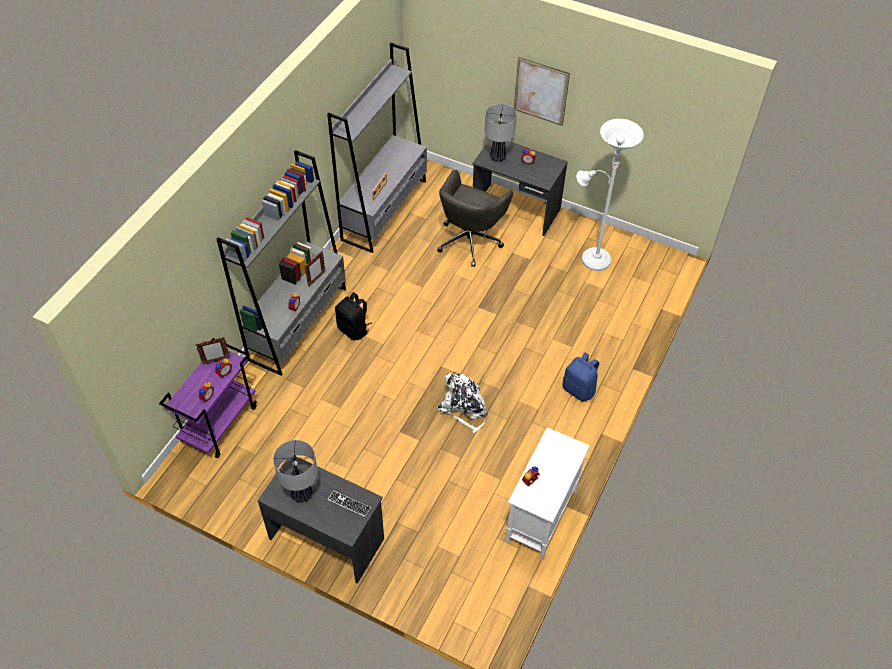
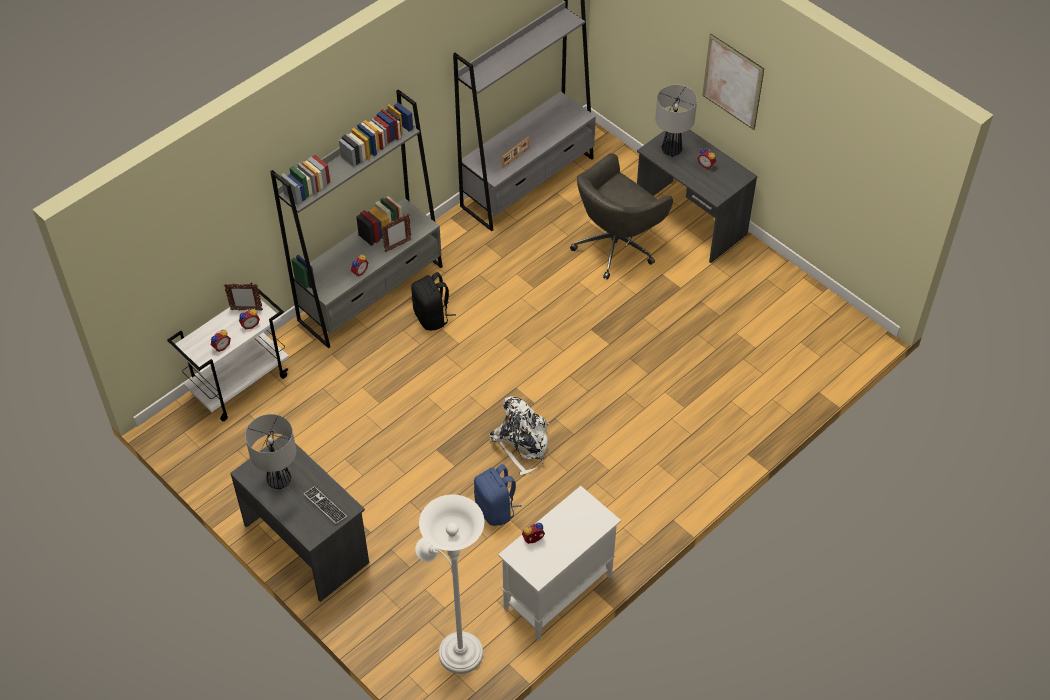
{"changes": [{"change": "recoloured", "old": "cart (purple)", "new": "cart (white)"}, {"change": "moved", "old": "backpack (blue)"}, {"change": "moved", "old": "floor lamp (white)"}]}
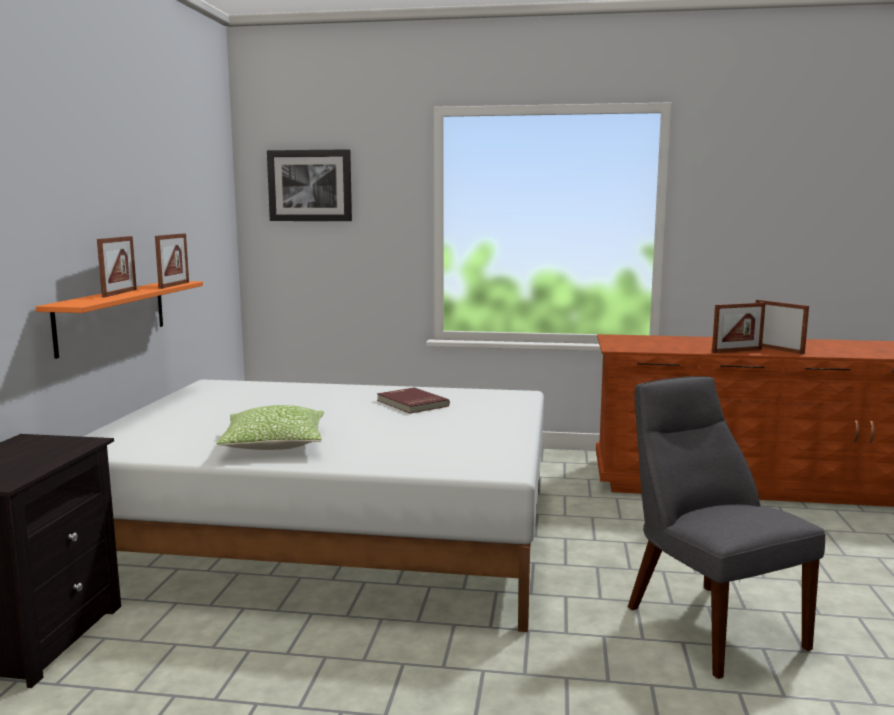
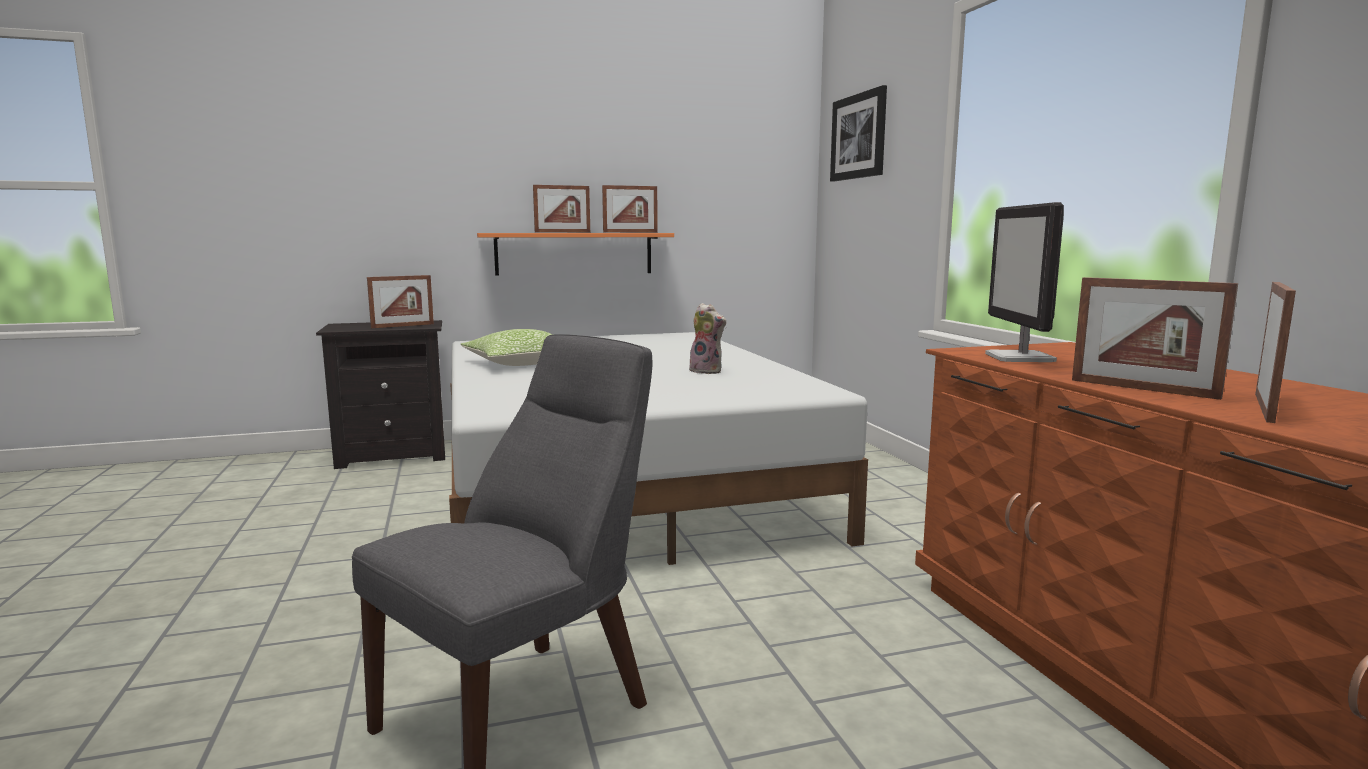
{"changes": [{"change": "replaced", "old": "book (red)", "new": "plush toy"}, {"change": "added", "new": "picture frame (1st from left)"}, {"change": "added", "new": "monitor"}]}
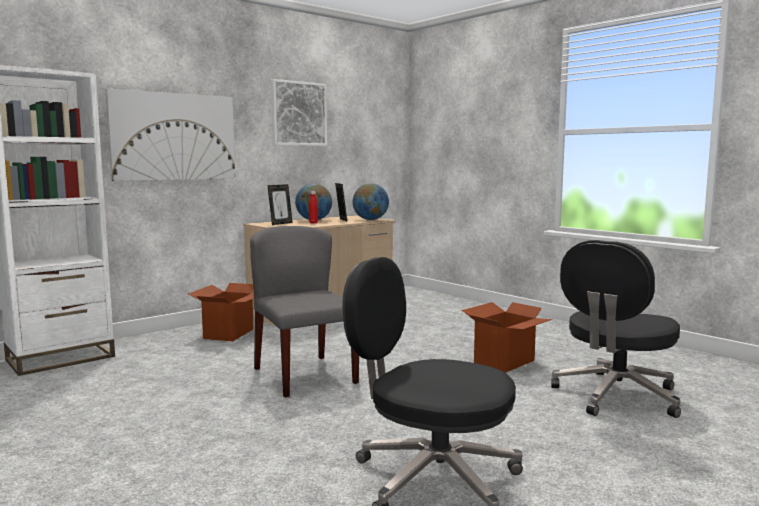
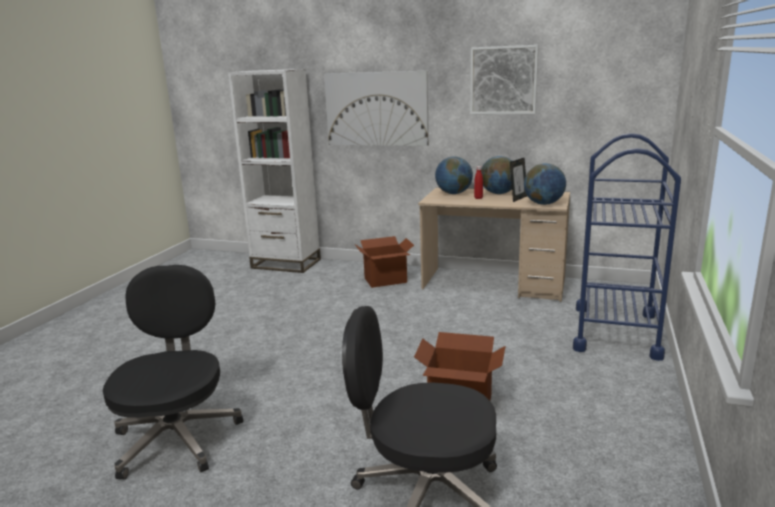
{"changes": [{"change": "removed", "old": "chair (grey)"}, {"change": "replaced", "old": "picture frame (1st from left)", "new": "globe (1st from left)"}, {"change": "added", "new": "cart (blue)"}]}
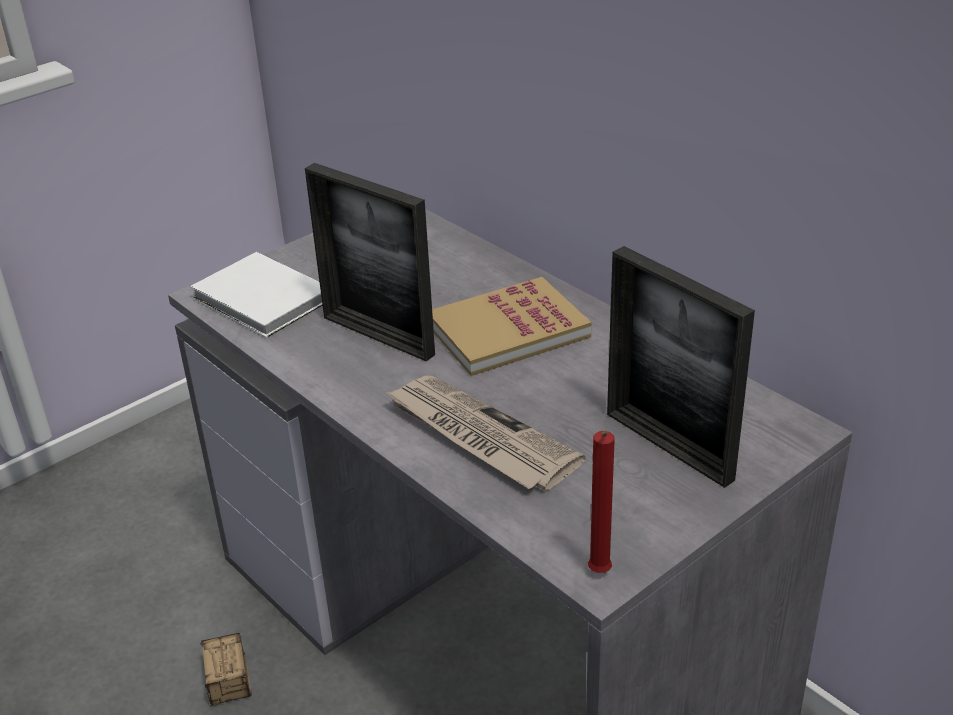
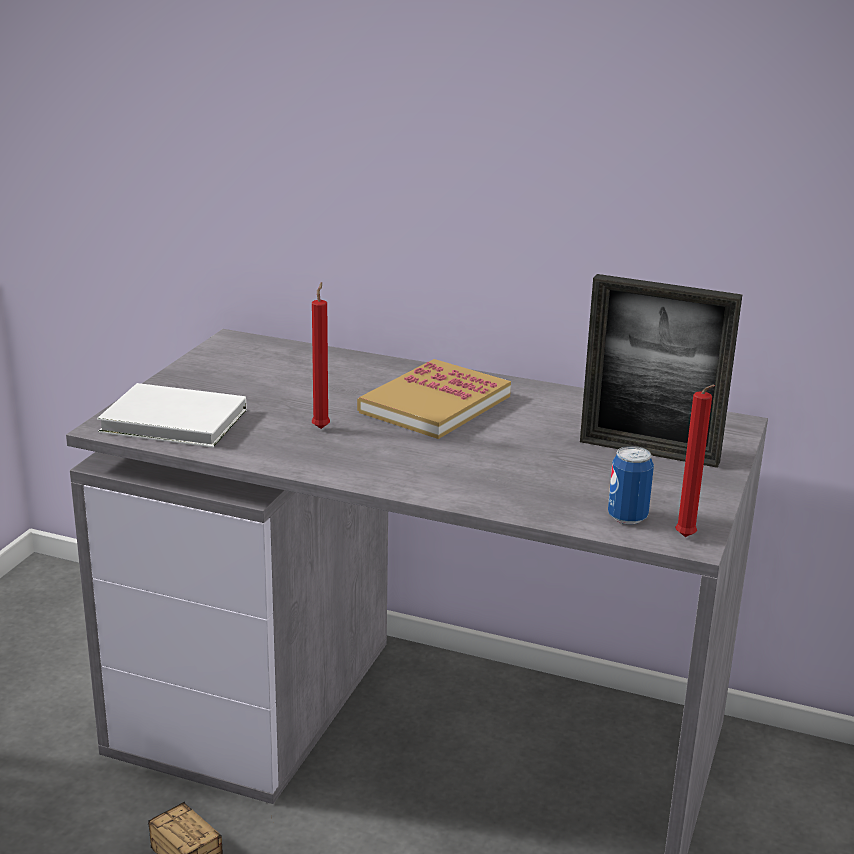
{"changes": [{"change": "replaced", "old": "picture frame (1st from left)", "new": "candle (red) (1st from left)"}, {"change": "removed", "old": "newspaper"}, {"change": "added", "new": "can"}]}
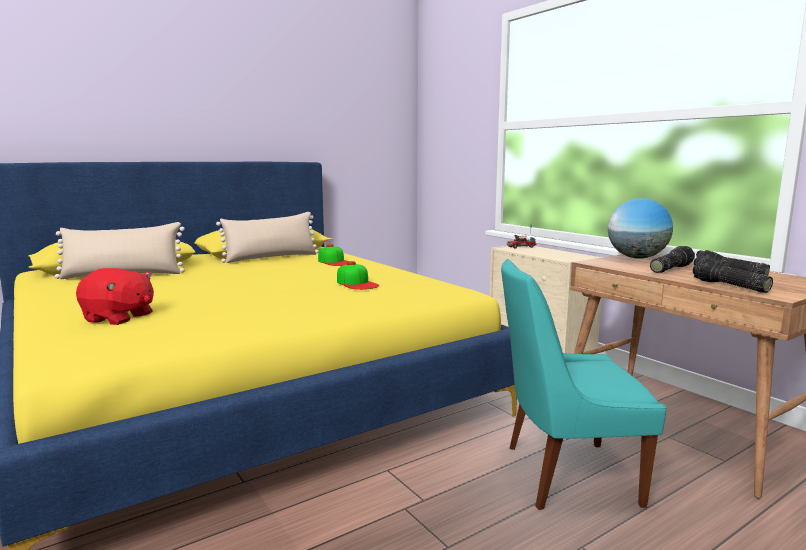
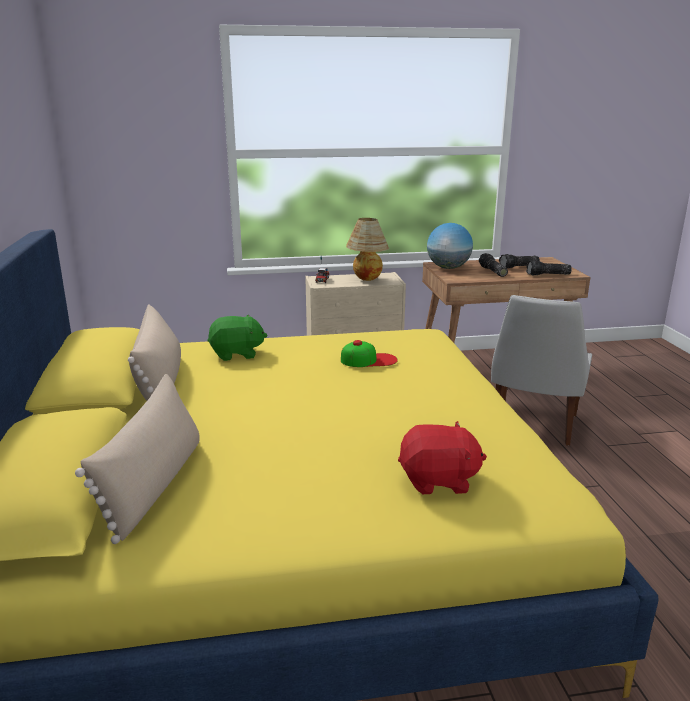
{"changes": [{"change": "turned", "old": "plush toy (red)", "degrees": 45}, {"change": "replaced", "old": "cap (1st from left)", "new": "plush toy (green)"}, {"change": "recoloured", "old": "chair (turquoise)", "new": "chair (white)"}, {"change": "added", "new": "table lamp"}]}
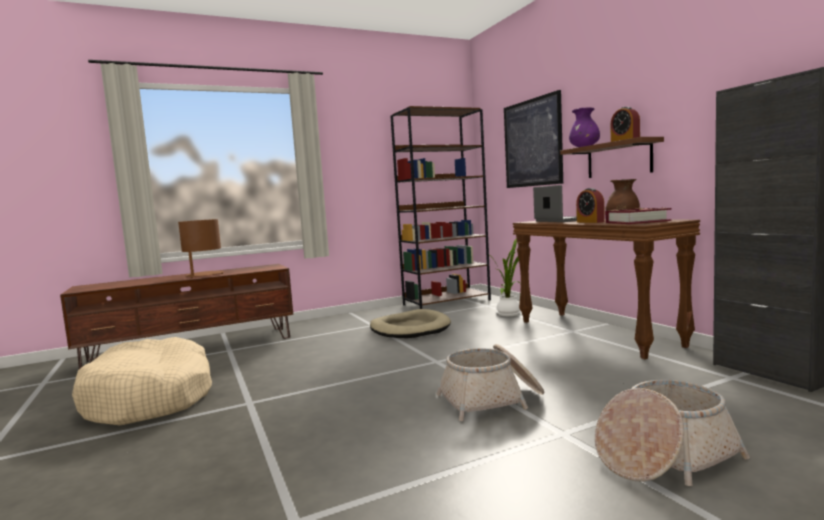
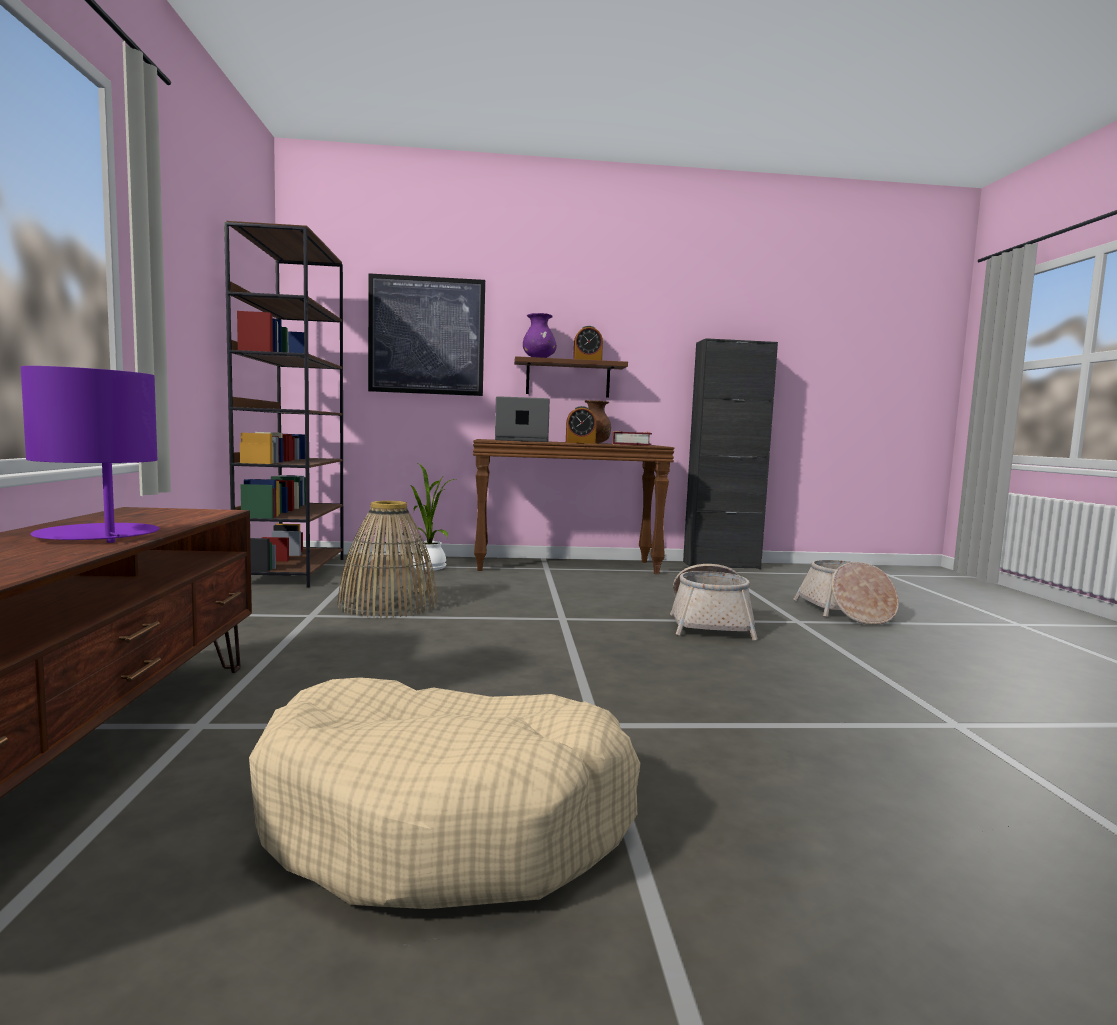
{"changes": [{"change": "recoloured", "old": "table lamp (brown)", "new": "table lamp (purple)"}, {"change": "replaced", "old": "dog bed (beige) (2nd from left)", "new": "basket (1st from left)"}]}
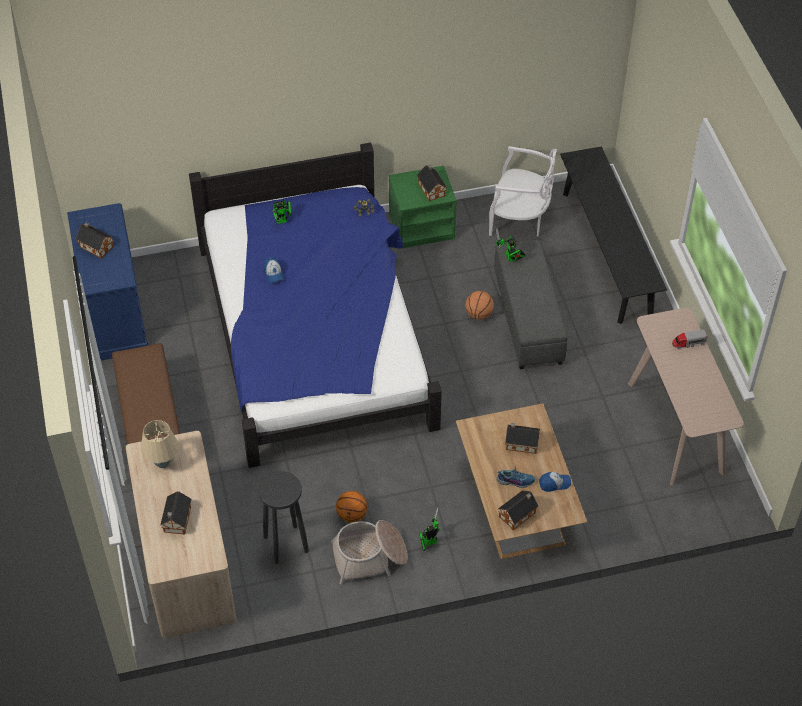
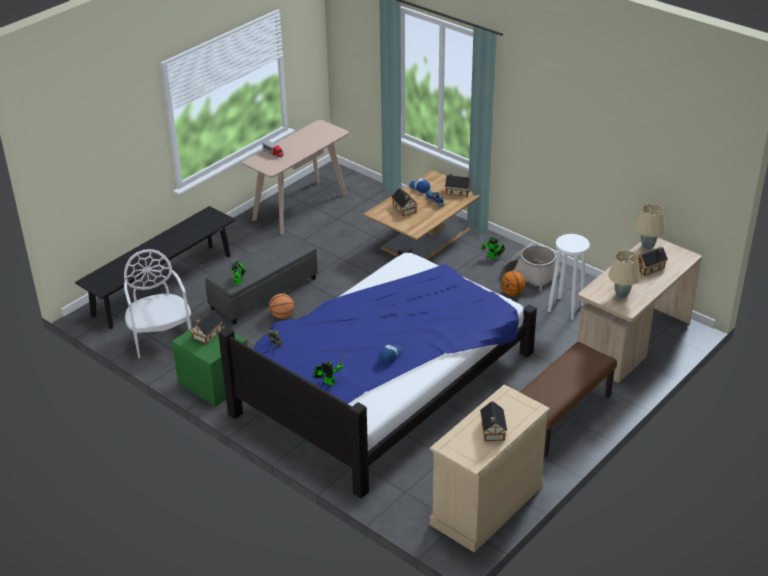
{"changes": [{"change": "recoloured", "old": "dresser (blue)", "new": "dresser (beige)"}, {"change": "recoloured", "old": "stool (black)", "new": "stool (white)"}, {"change": "added", "new": "table lamp (beige) (2nd from left)"}]}
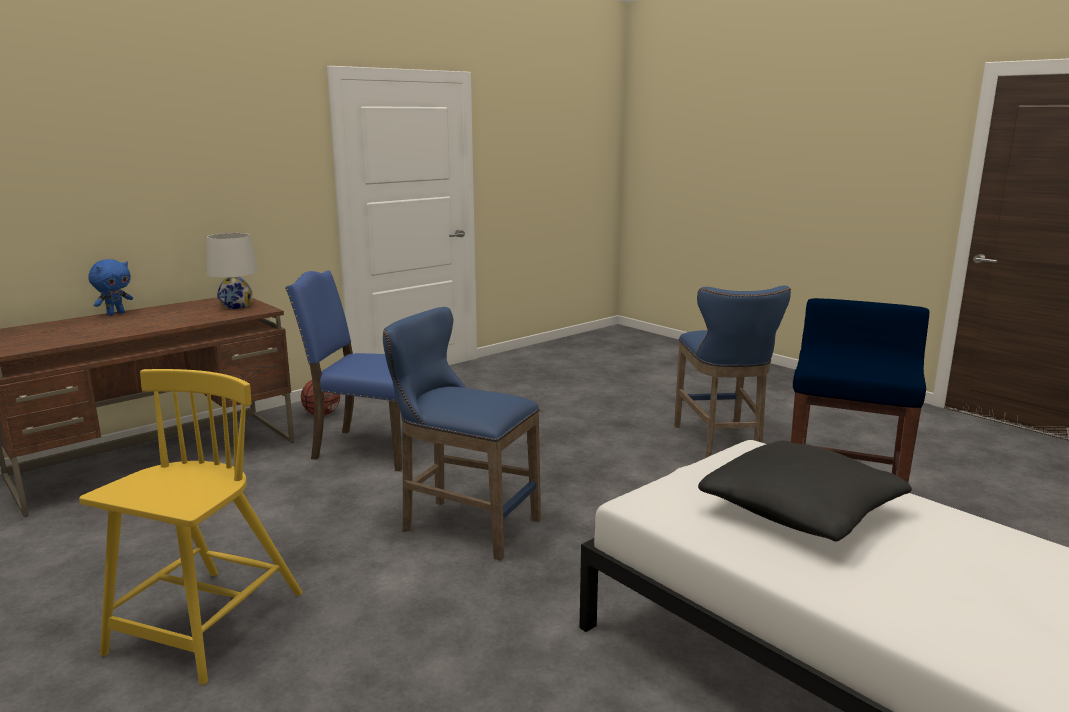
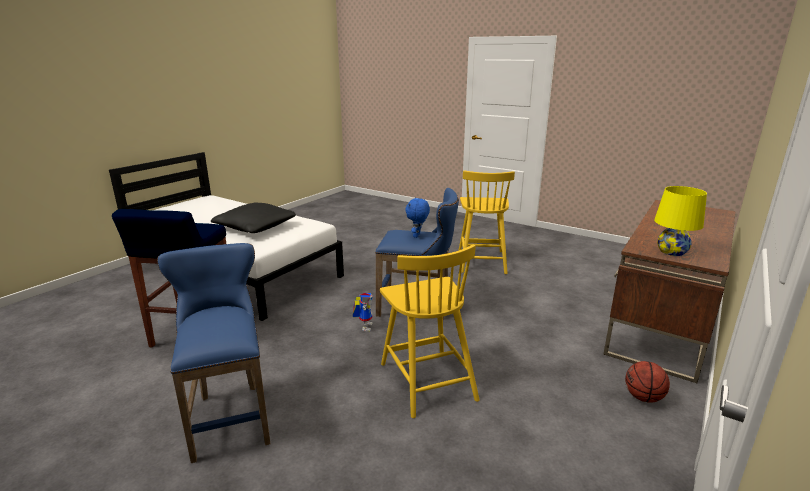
{"changes": [{"change": "moved", "old": "plush toy (blue)"}, {"change": "recoloured", "old": "table lamp (white)", "new": "table lamp (yellow)"}, {"change": "removed", "old": "chair (blue)"}, {"change": "added", "new": "toy robot"}, {"change": "added", "new": "chair (yellow) (1st from left)"}]}
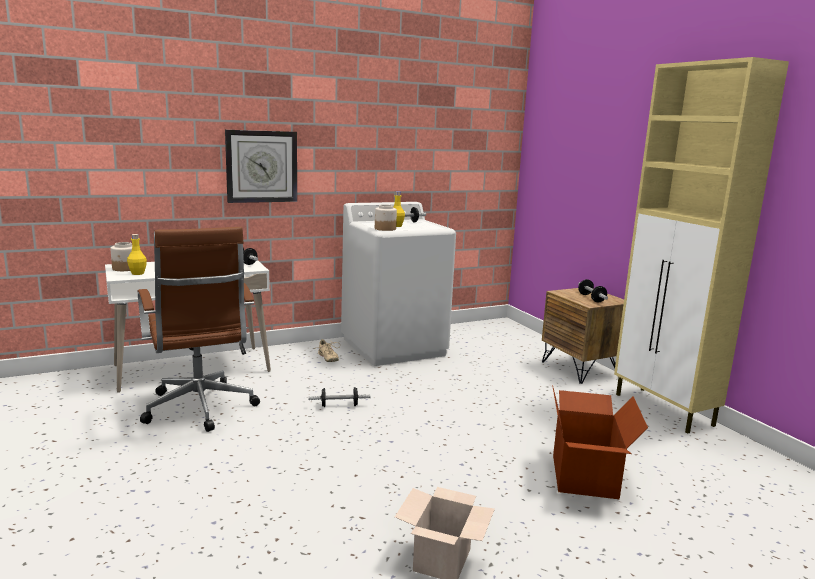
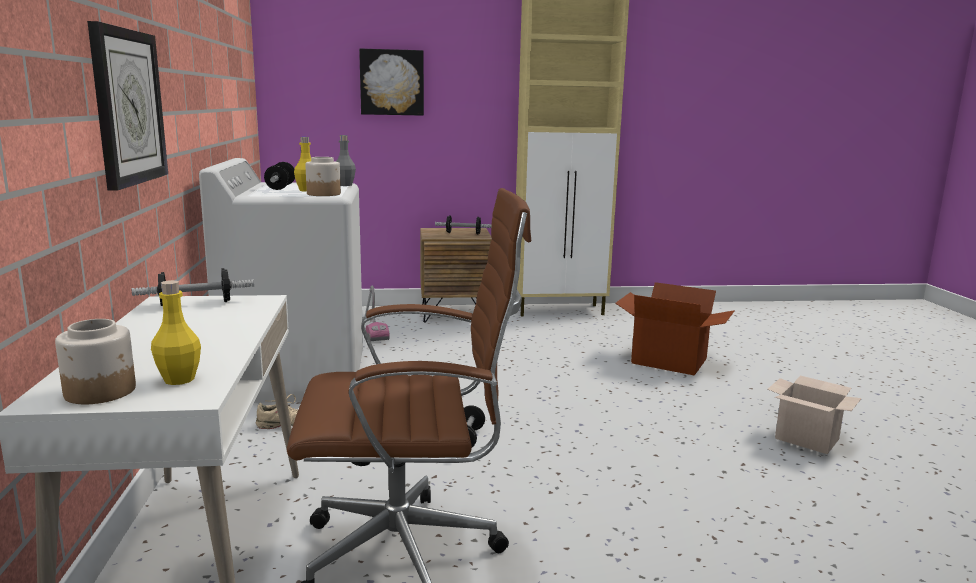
{"changes": [{"change": "added", "new": "bottle (grey)"}, {"change": "added", "new": "picture"}, {"change": "added", "new": "vacuum cleaner"}]}
